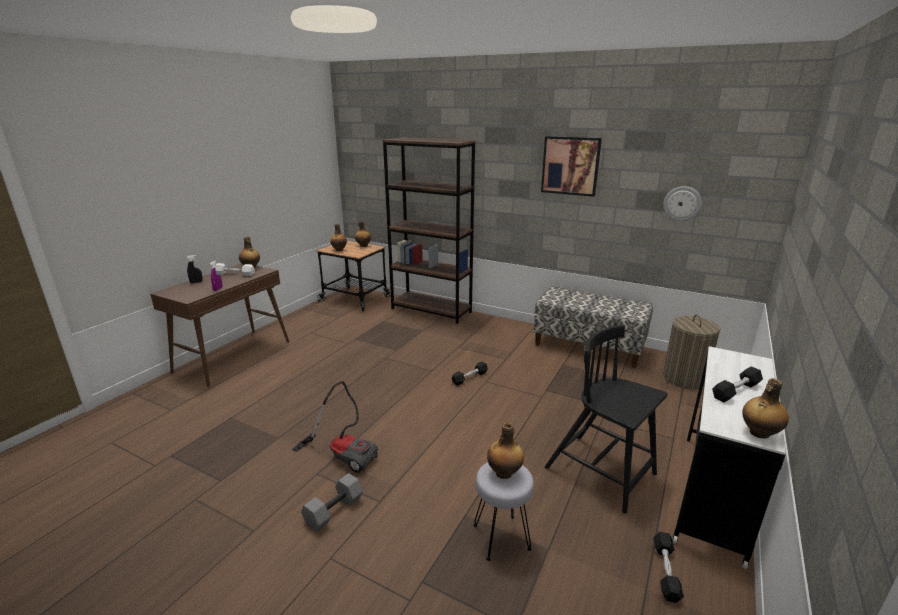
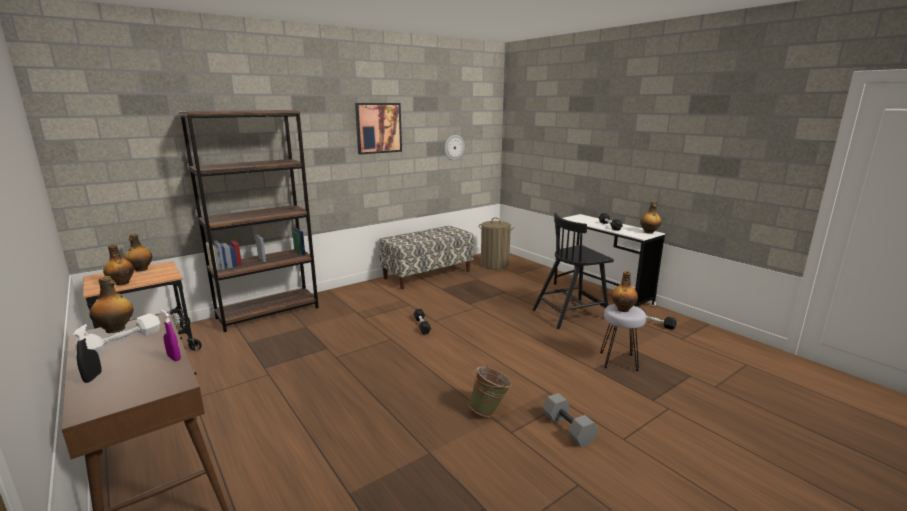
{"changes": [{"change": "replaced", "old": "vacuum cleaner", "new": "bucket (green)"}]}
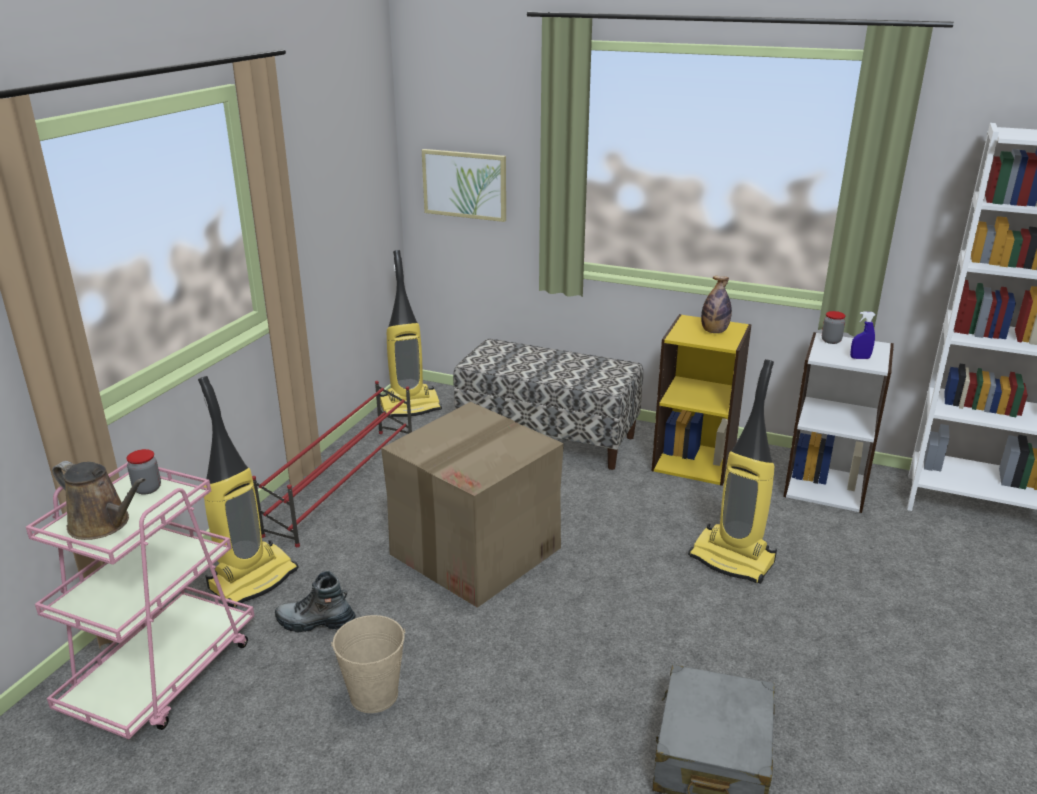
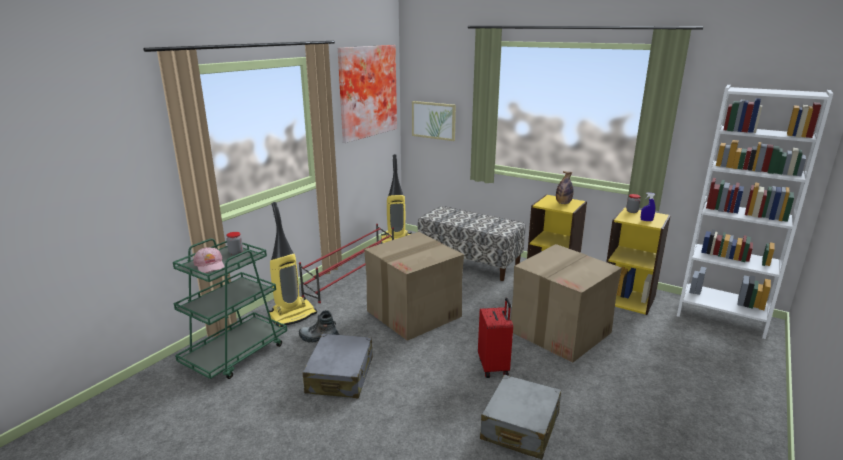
{"changes": [{"change": "recoloured", "old": "cart (pink)", "new": "cart (green)"}, {"change": "replaced", "old": "watering can (brown)", "new": "cap (pink)"}, {"change": "replaced", "old": "bucket (beige)", "new": "suitcase (grey) (1st from left)"}, {"change": "replaced", "old": "vacuum cleaner (3rd from left)", "new": "cardboard box (2nd from left)"}, {"change": "recoloured", "old": "bookcase (white) (1st from left)", "new": "bookcase (yellow) (2nd from left)"}, {"change": "added", "new": "picture (1st from left)"}, {"change": "added", "new": "suitcase (red)"}]}
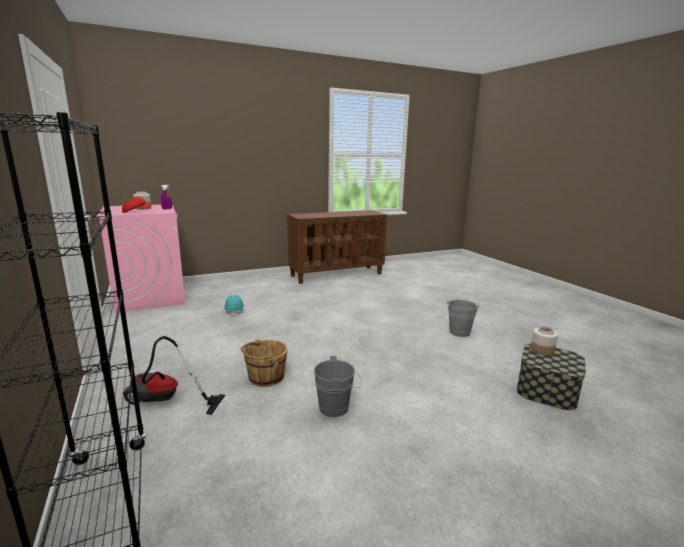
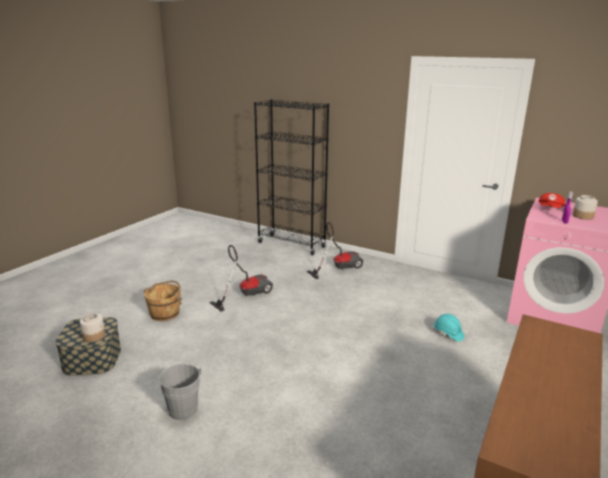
{"changes": [{"change": "moved", "old": "bucket (brown)"}, {"change": "replaced", "old": "bucket (grey) (1st from left)", "new": "vacuum cleaner (1st from left)"}]}
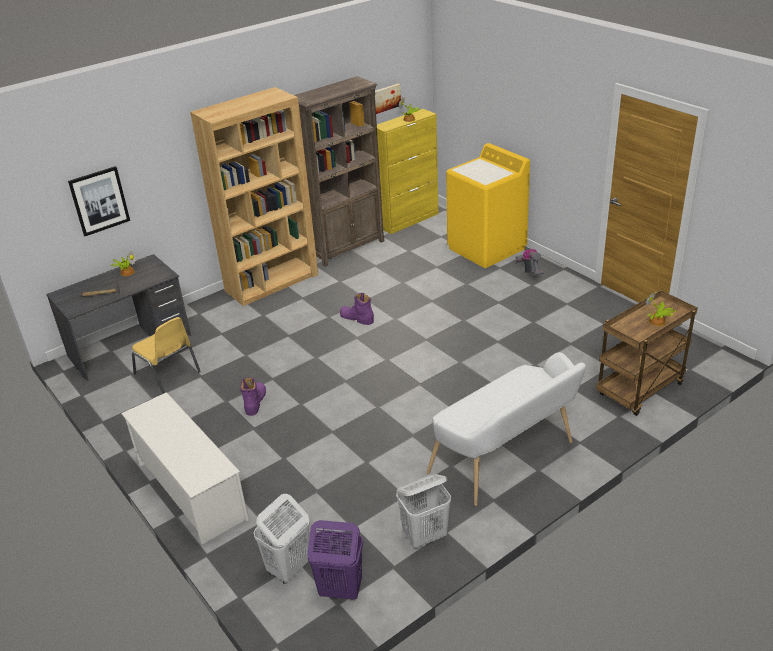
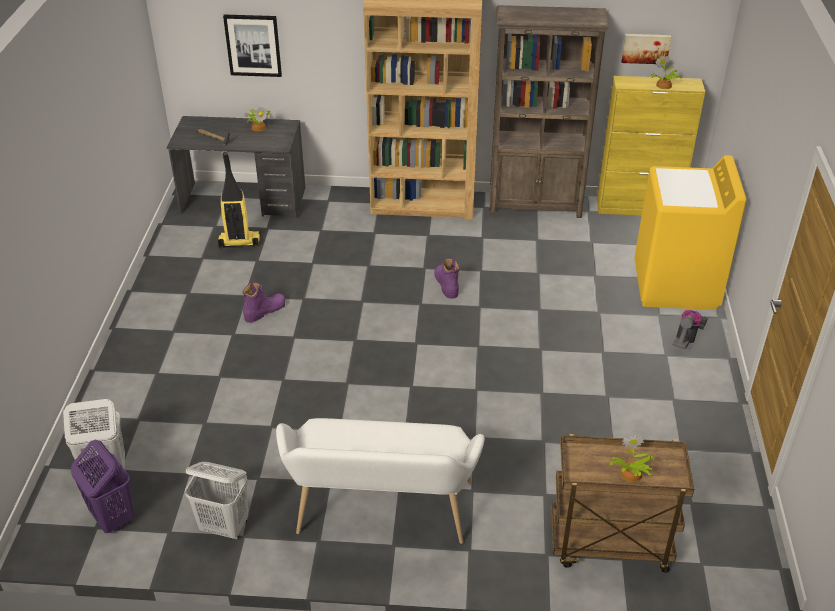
{"changes": [{"change": "removed", "old": "shoe rack (white)"}, {"change": "replaced", "old": "chair (yellow)", "new": "vacuum cleaner (1st from left)"}]}
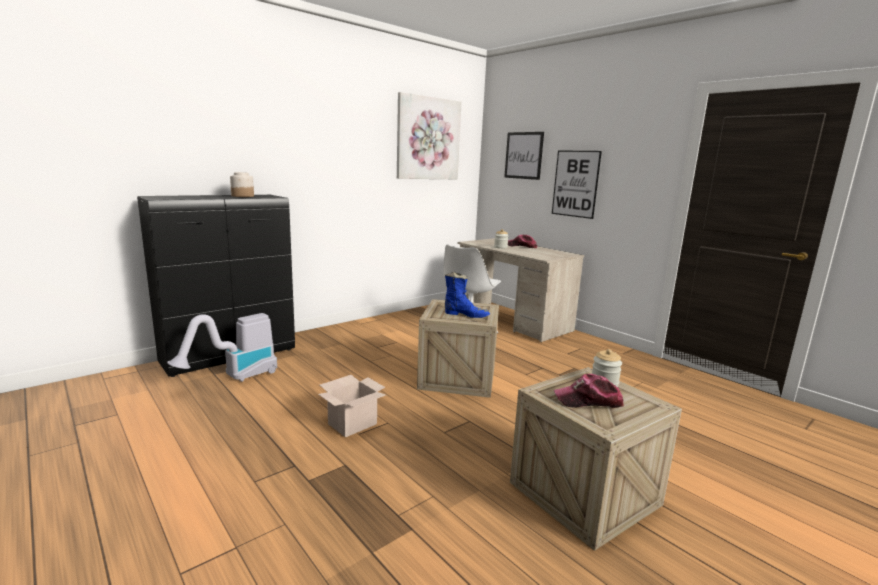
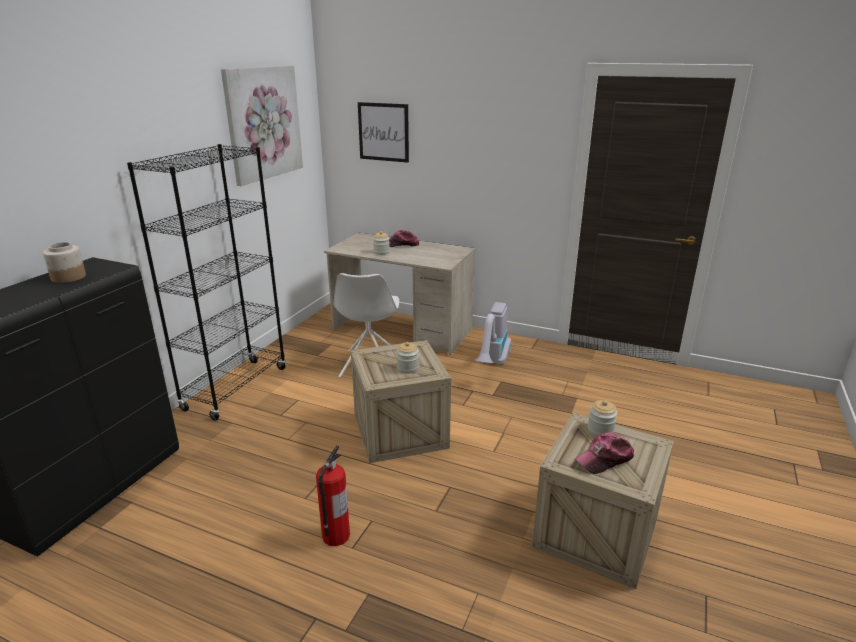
{"changes": [{"change": "moved", "old": "vacuum cleaner"}, {"change": "replaced", "old": "cardboard box", "new": "fire extinguisher"}, {"change": "replaced", "old": "boot (blue)", "new": "jar (3rd from left)"}, {"change": "removed", "old": "picture (3rd from left)"}, {"change": "added", "new": "bookcase (black)"}]}
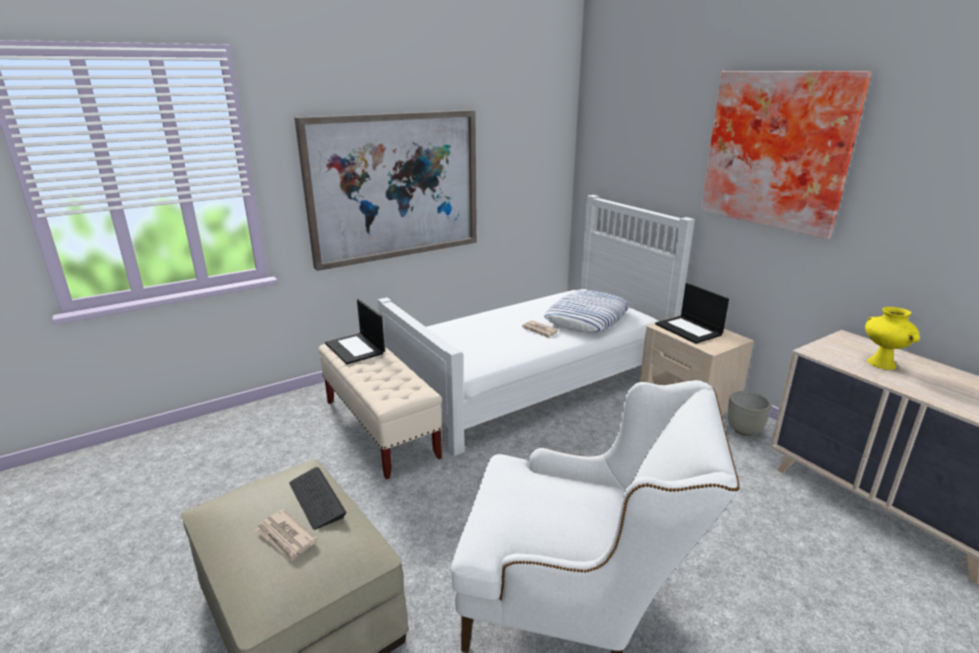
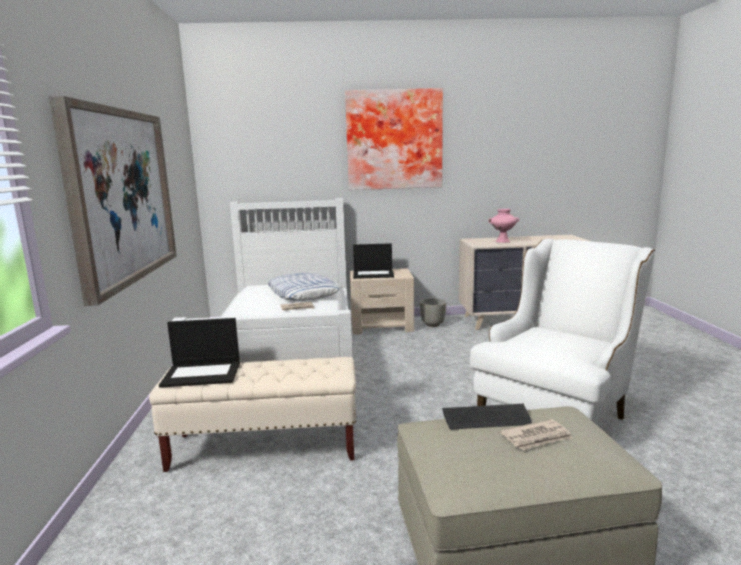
{"changes": [{"change": "recoloured", "old": "vase (yellow)", "new": "vase (pink)"}]}
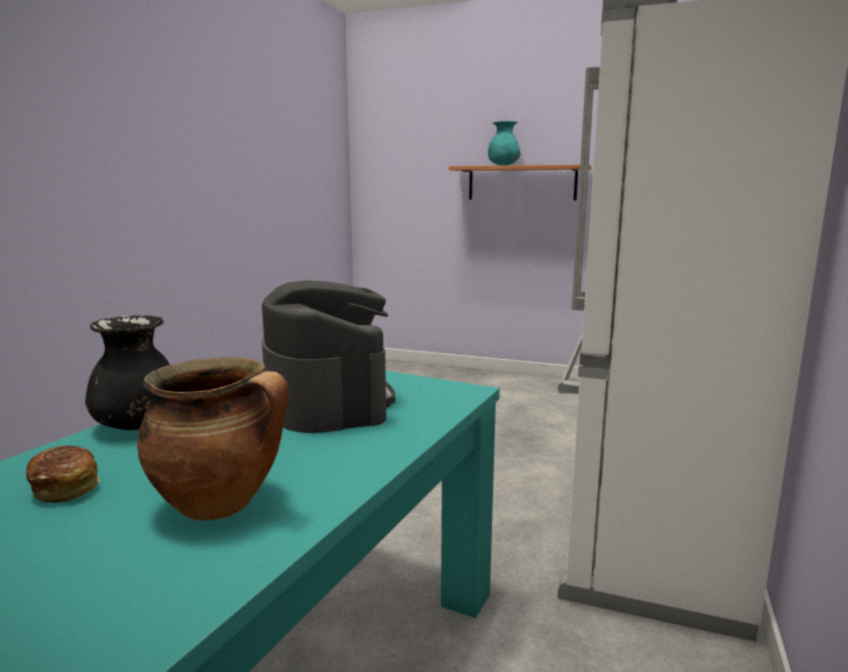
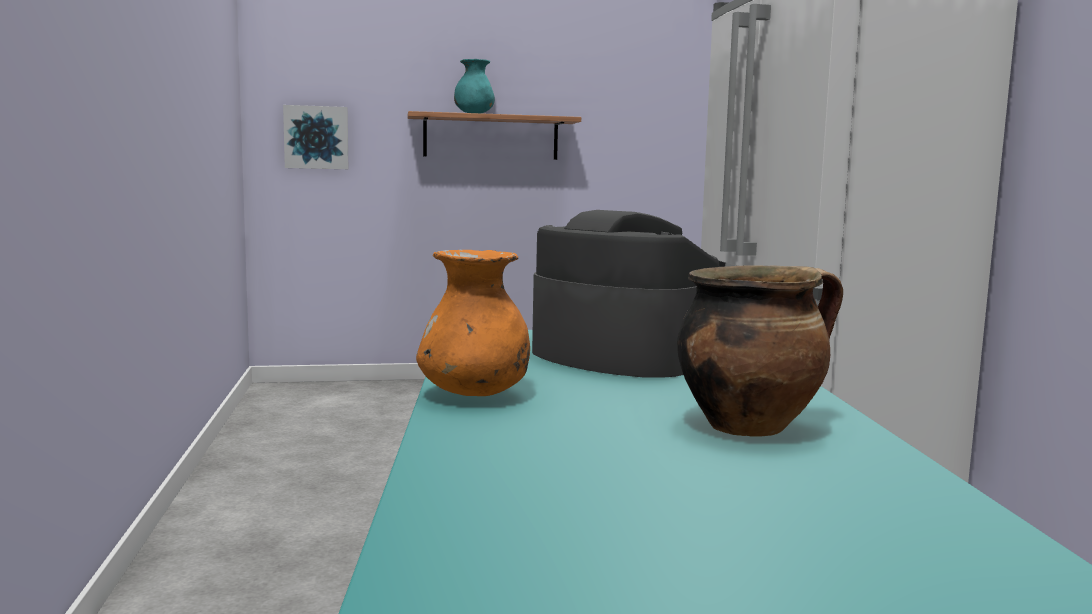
{"changes": [{"change": "removed", "old": "bread"}, {"change": "recoloured", "old": "vase (black)", "new": "vase (orange)"}, {"change": "added", "new": "picture"}]}
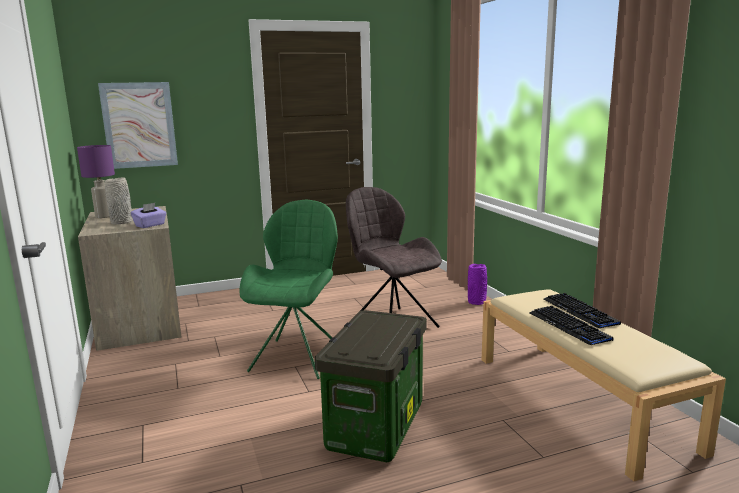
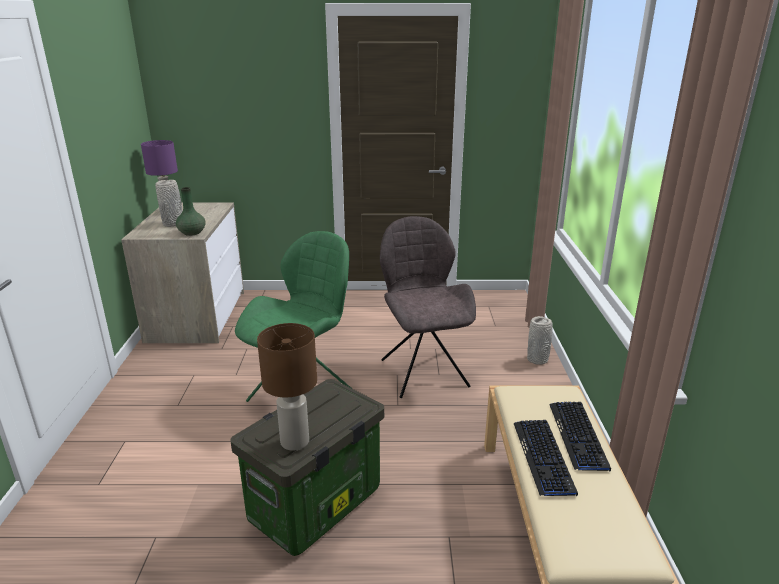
{"changes": [{"change": "removed", "old": "picture"}, {"change": "replaced", "old": "tissue box (purple)", "new": "vase (green)"}, {"change": "recoloured", "old": "vase (purple)", "new": "vase (grey) (2nd from left)"}, {"change": "added", "new": "table lamp (brown)"}]}
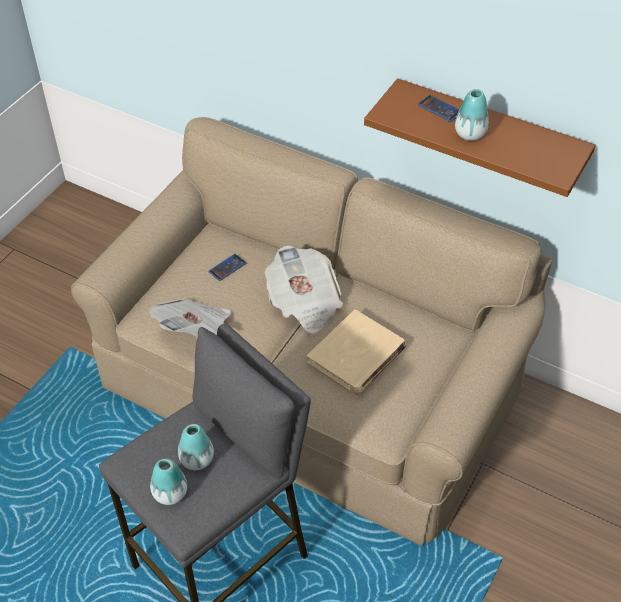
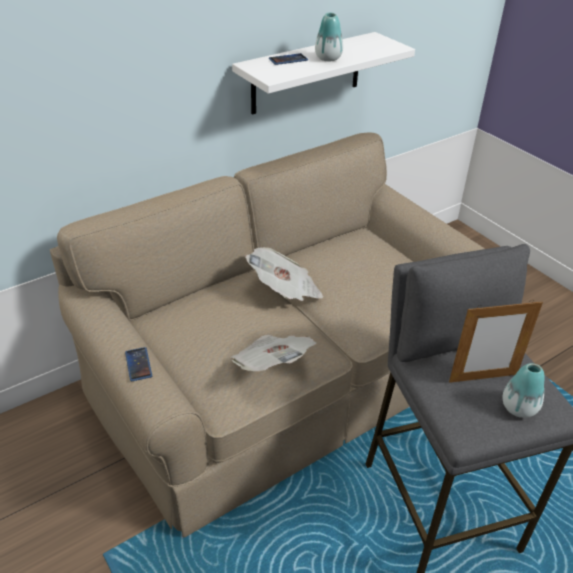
{"changes": [{"change": "replaced", "old": "vase (2nd from left)", "new": "picture frame"}, {"change": "moved", "old": "phone (1st from left)"}, {"change": "removed", "old": "book (beige)"}, {"change": "recoloured", "old": "shelf (brown)", "new": "shelf (white)"}]}
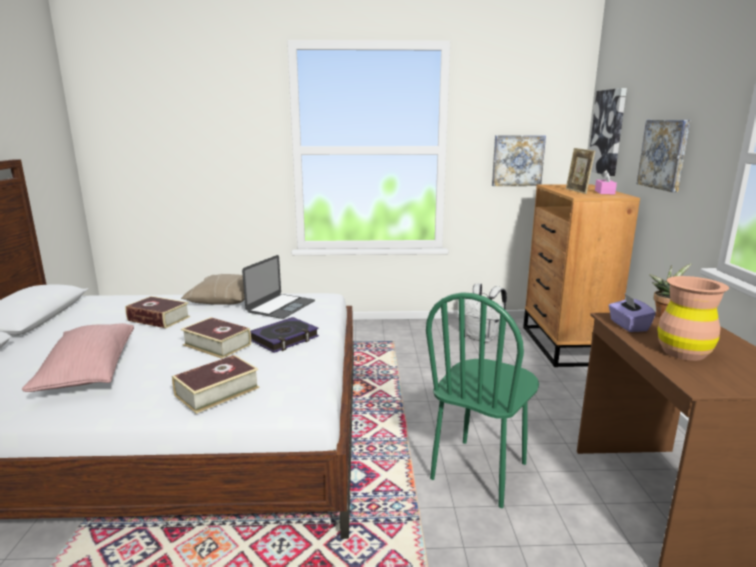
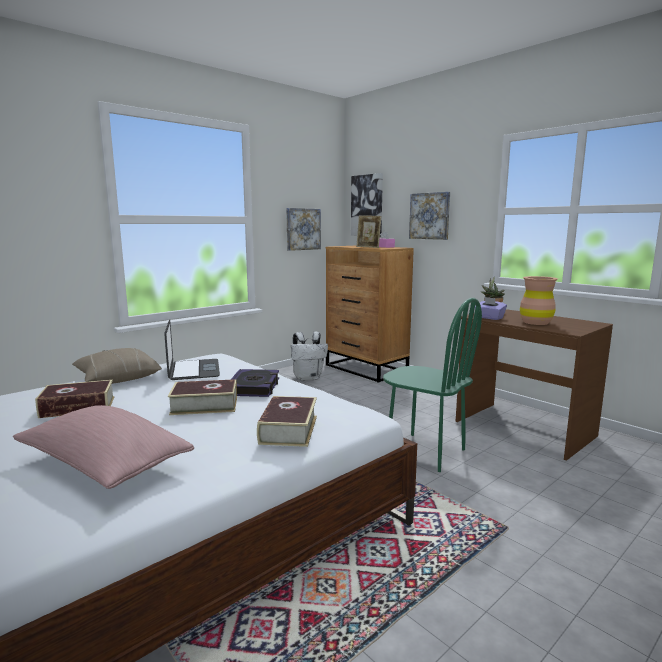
{"changes": [{"change": "turned", "old": "chair (green)", "degrees": -45}]}
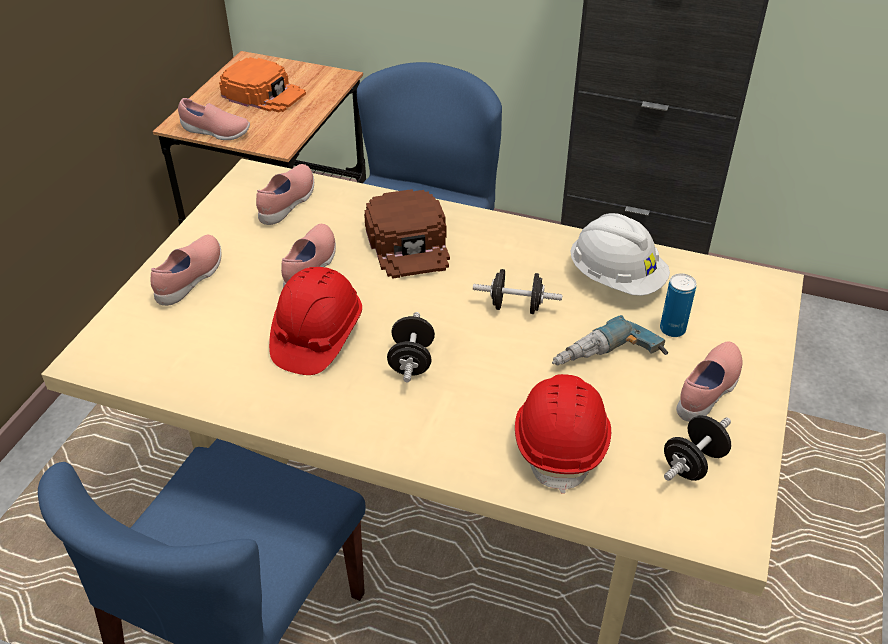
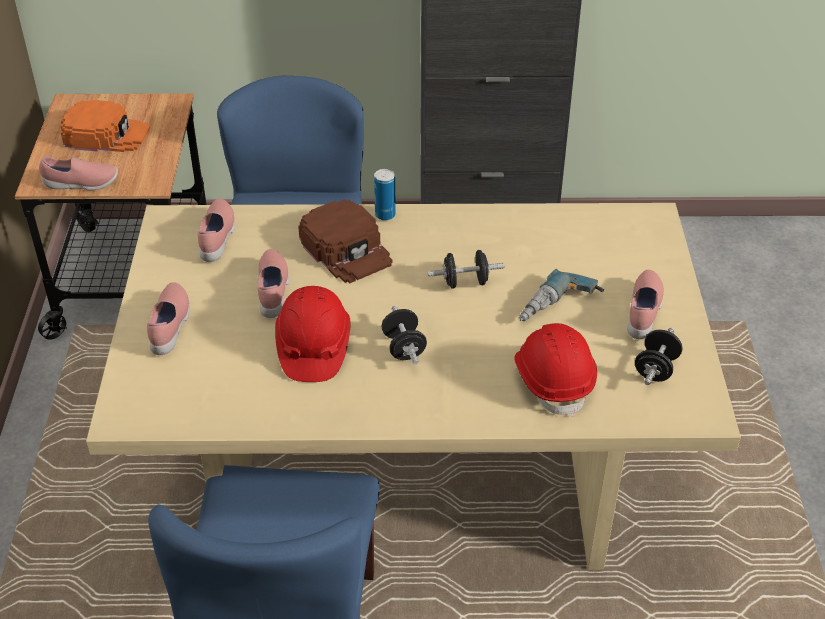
{"changes": [{"change": "removed", "old": "hard hat (white)"}, {"change": "moved", "old": "can"}]}
